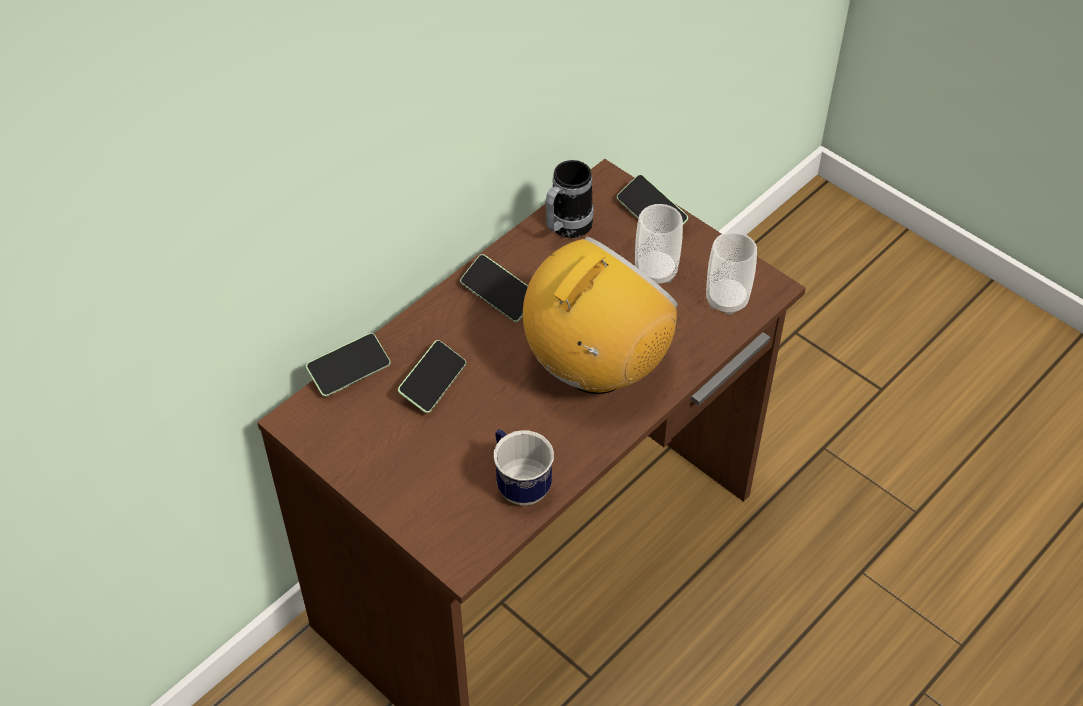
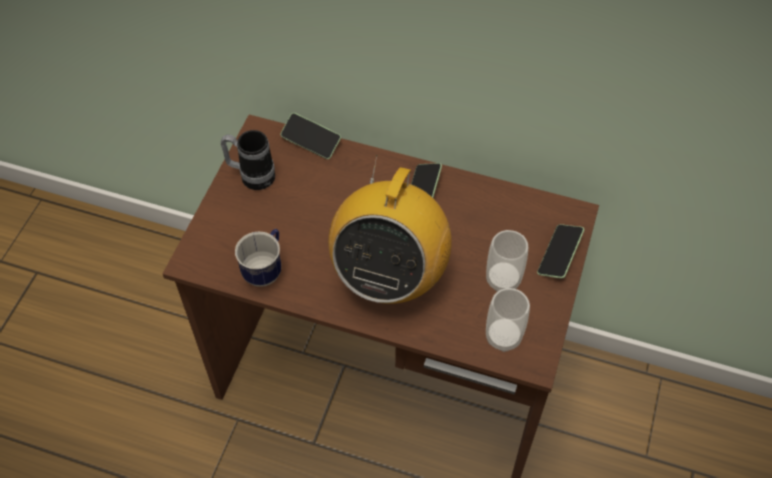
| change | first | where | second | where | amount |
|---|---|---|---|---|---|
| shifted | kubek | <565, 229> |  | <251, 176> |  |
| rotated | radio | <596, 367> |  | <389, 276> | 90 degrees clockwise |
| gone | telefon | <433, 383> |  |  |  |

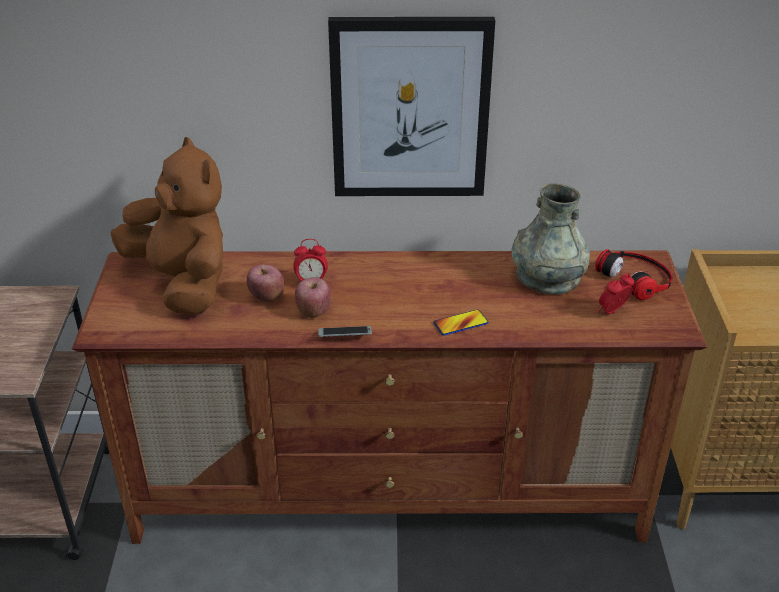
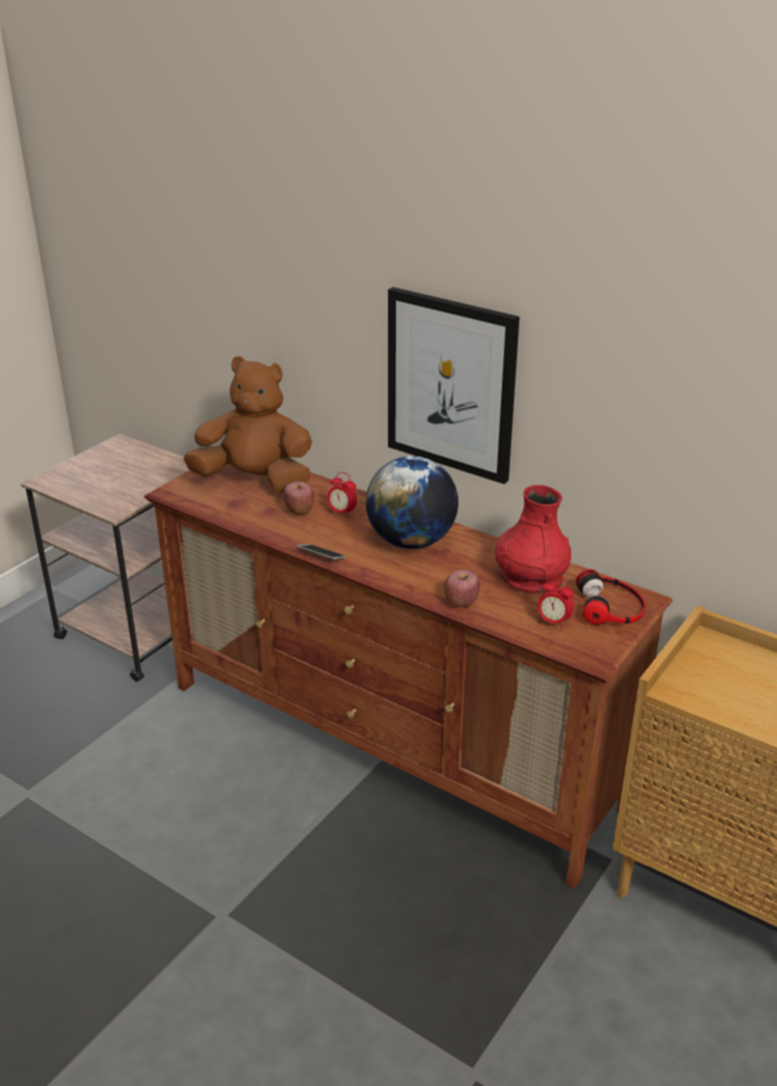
| change | first | where | second | where | amount |
|---|---|---|---|---|---|
| rotated | pluszak (brązowy) | <183, 283> |  | <255, 481> | 75 degrees counterclockwise |
| new |  |  | globus | <411, 541> |  |
| shifted | jabłko | <313, 311> |  | <461, 602> |  |
| repainted | wazon (szary) | <547, 278> | wazon (czerwony) | <531, 577> |  |
| rotated | budzik | <612, 312> |  | <553, 622> | 150 degrees counterclockwise |
| gone | telefon | <460, 323> |  |  |  |

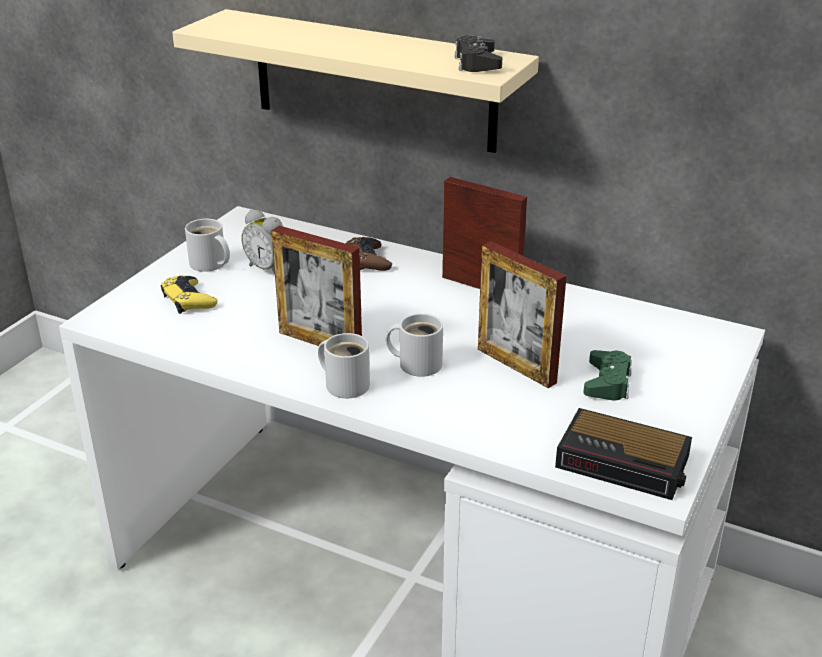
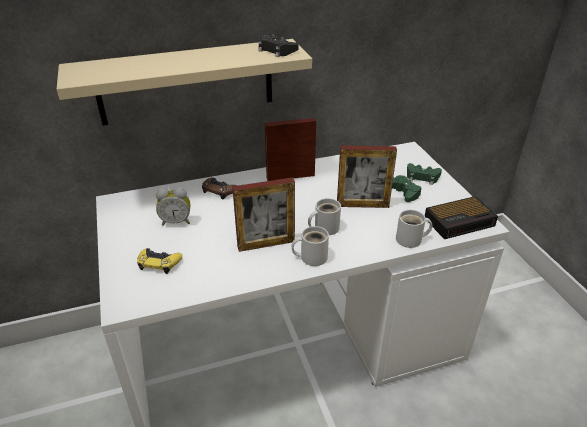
| change | first | where | second | where | amount |
|---|---|---|---|---|---|
| shifted | kubek (biały) | <209, 264> |  | <411, 240> |  |
| new |  |  | pad do gier (zielony) | <422, 177> |  |

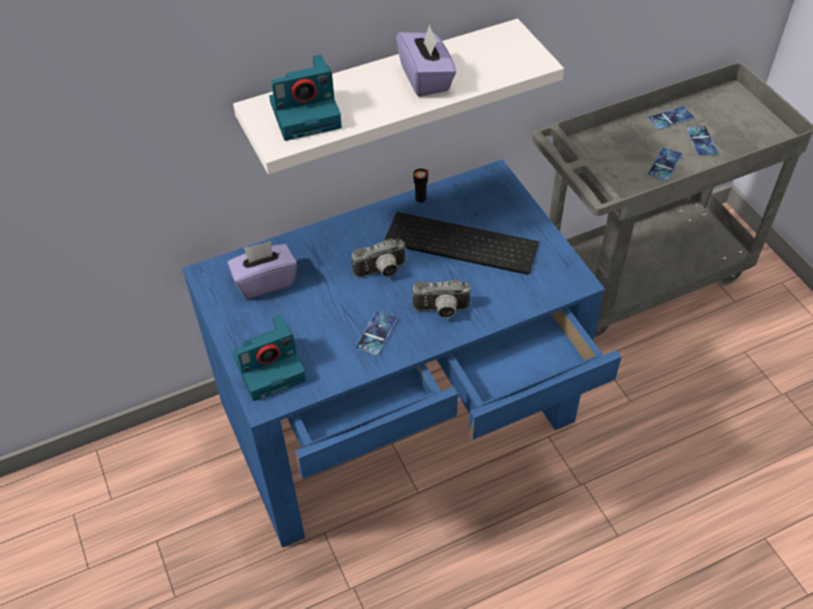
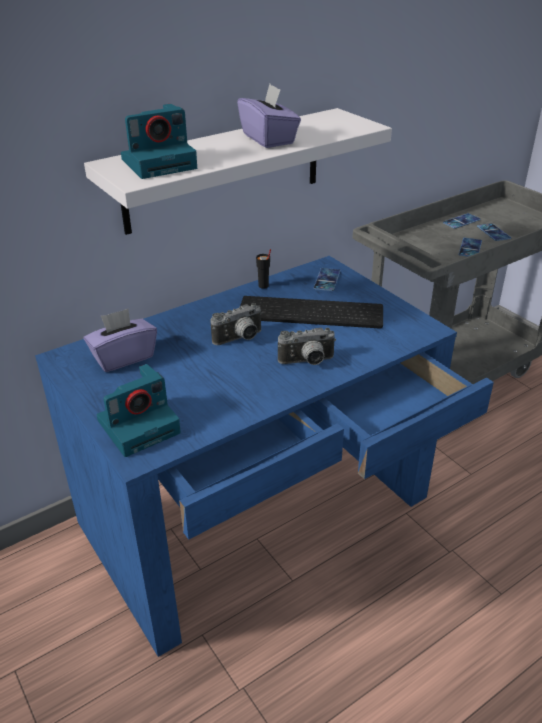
| change | first | where | second | where | amount |
|---|---|---|---|---|---|
| shifted | telefon | <376, 333> |  | <327, 280> |  |

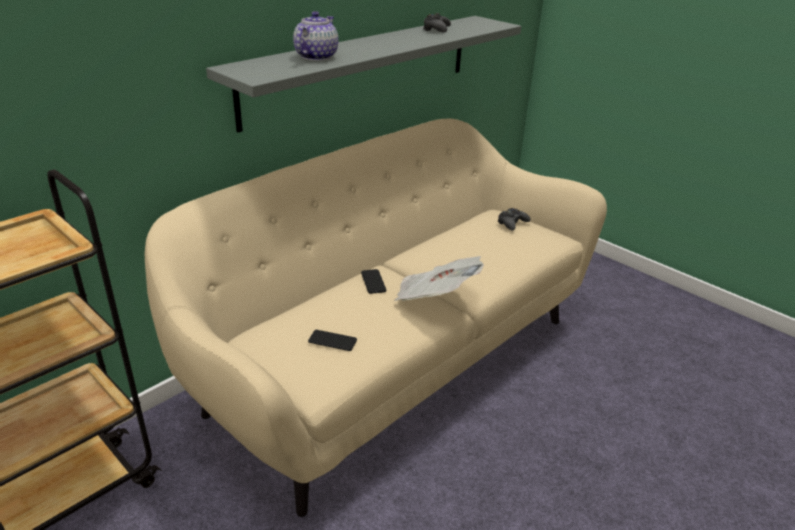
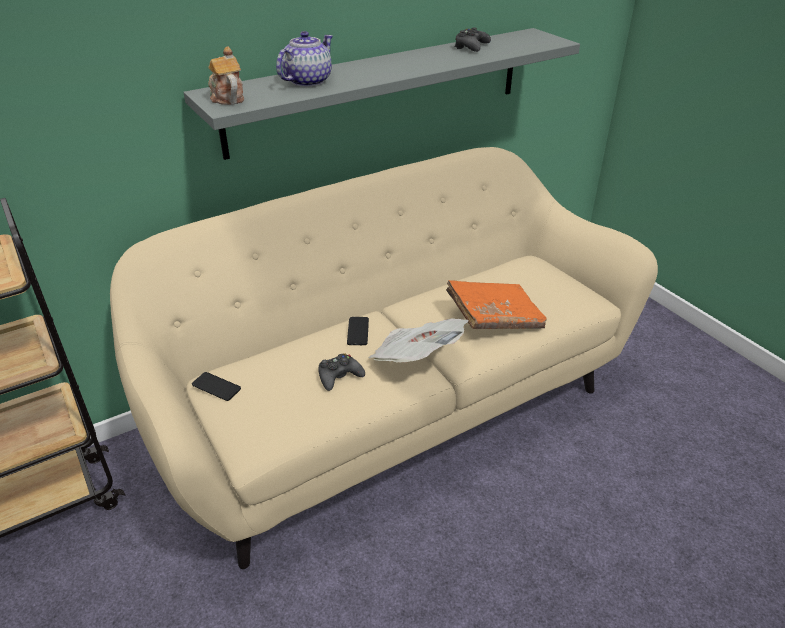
| change | first | where | second | where | amount |
|---|---|---|---|---|---|
| shifted | telefon | <332, 341> |  | <216, 387> |  |
| new |  |  | imbryk | <226, 98> |  |
| shifted | pad do gier (czarny) | <512, 223> |  | <339, 376> |  |
| new |  |  | książka (pomarańczowy) | <494, 318> |  |

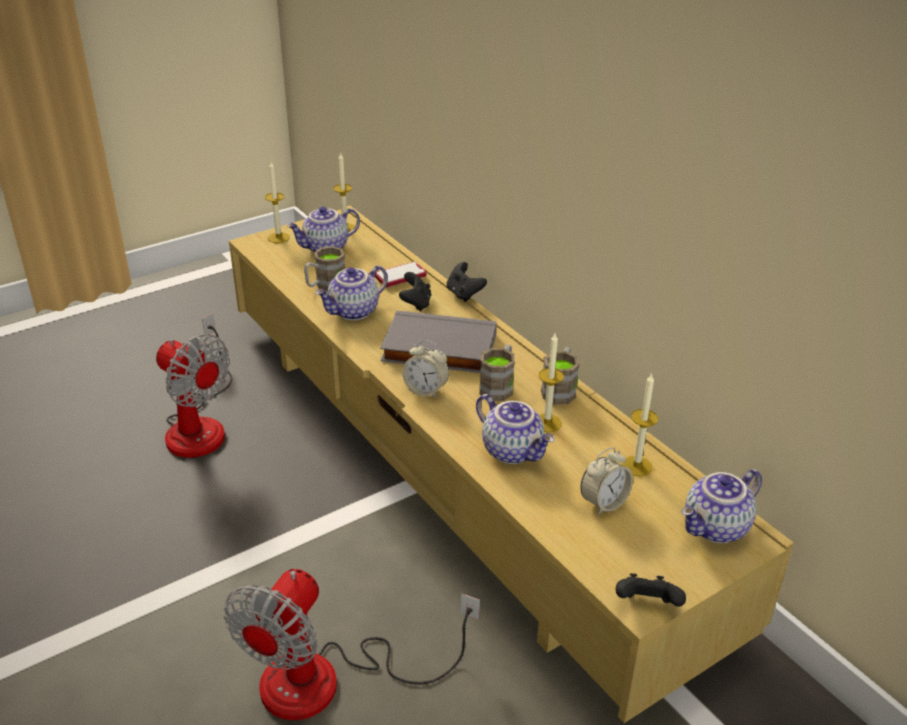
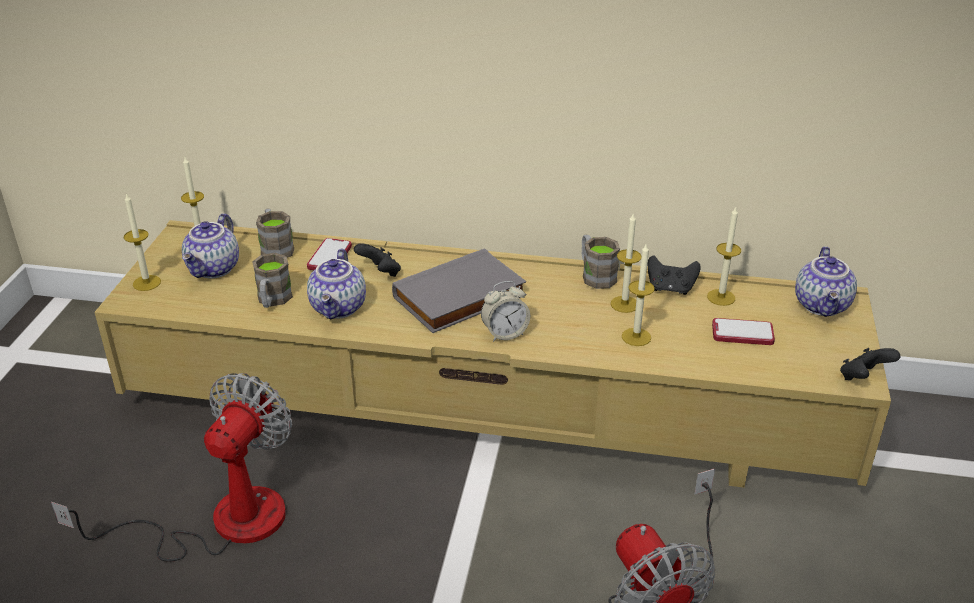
| change | first | where | second | where | amount |
|---|---|---|---|---|---|
| rotated | wentylator | <200, 424> |  | <221, 522> | 60 degrees counterclockwise |
| shifted | kubek (brązowy) | <499, 386> |  | <276, 248> |  |
| swapped | imbryk | <513, 450> | świeca | <636, 337> |  |
| shifted | pad do gier (czarny) | <464, 294> |  | <670, 288> |  |
| swapped | budzik | <604, 502> | telefon | <742, 333> |  |

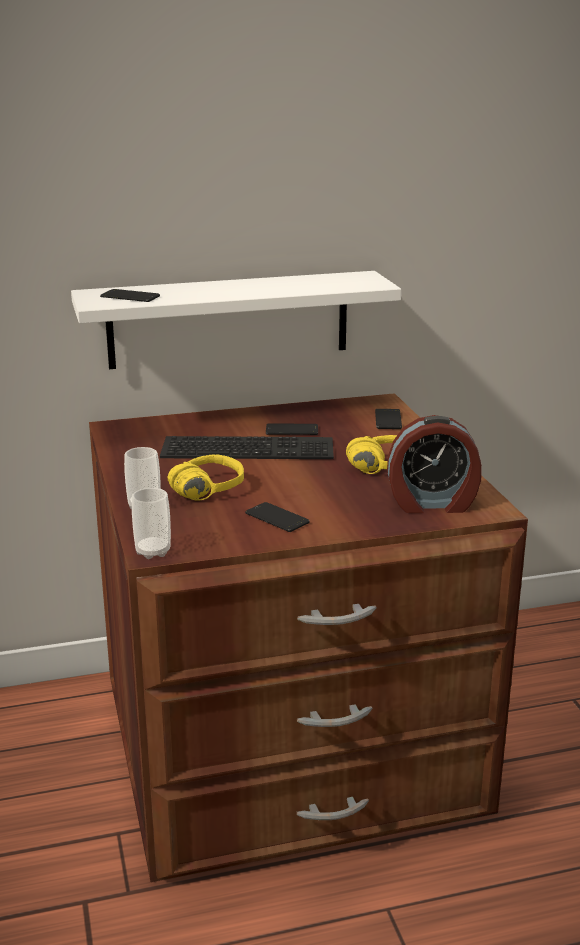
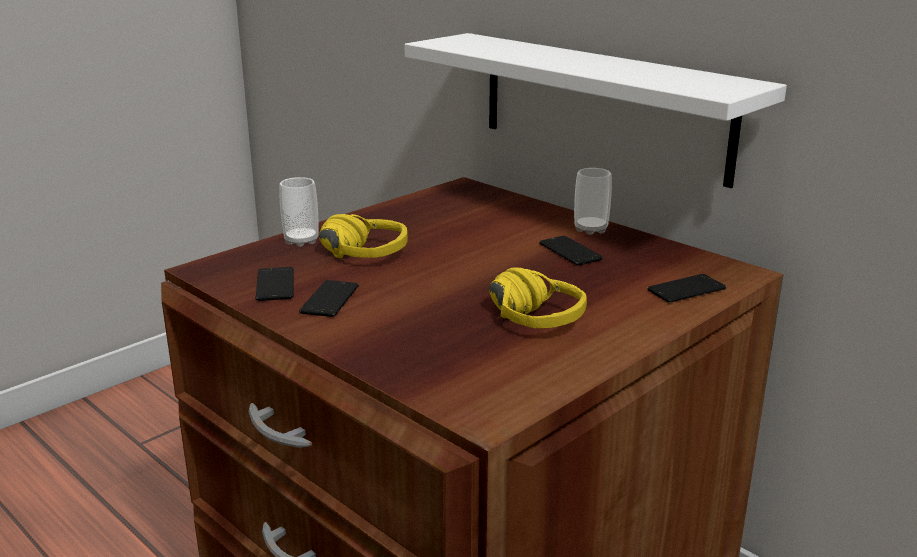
| change | first | where | second | where | amount |
|---|---|---|---|---|---|
| shifted | telefon | <130, 296> |  | <275, 285> |  |
| shifted | filiżanka | <153, 551> |  | <590, 229> |  |
| gone | klawiatura | <249, 447> |  |  |  |
| gone | budzik | <432, 504> |  |  |  |

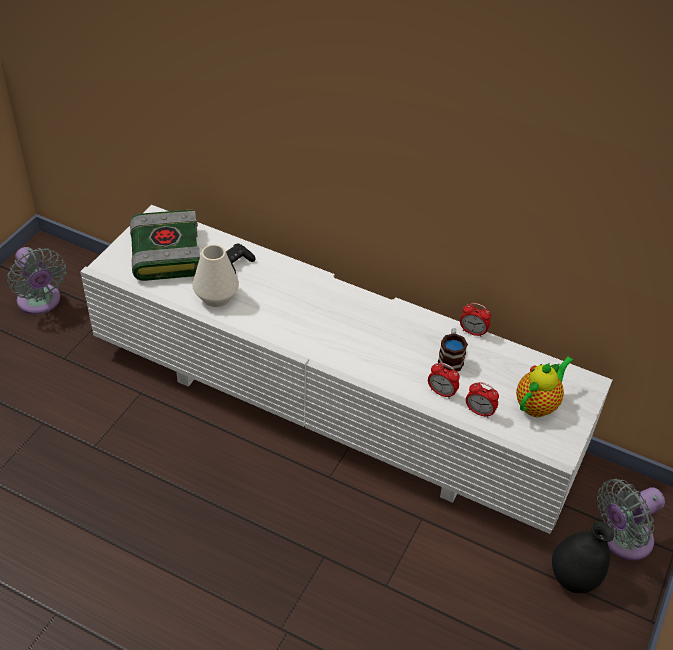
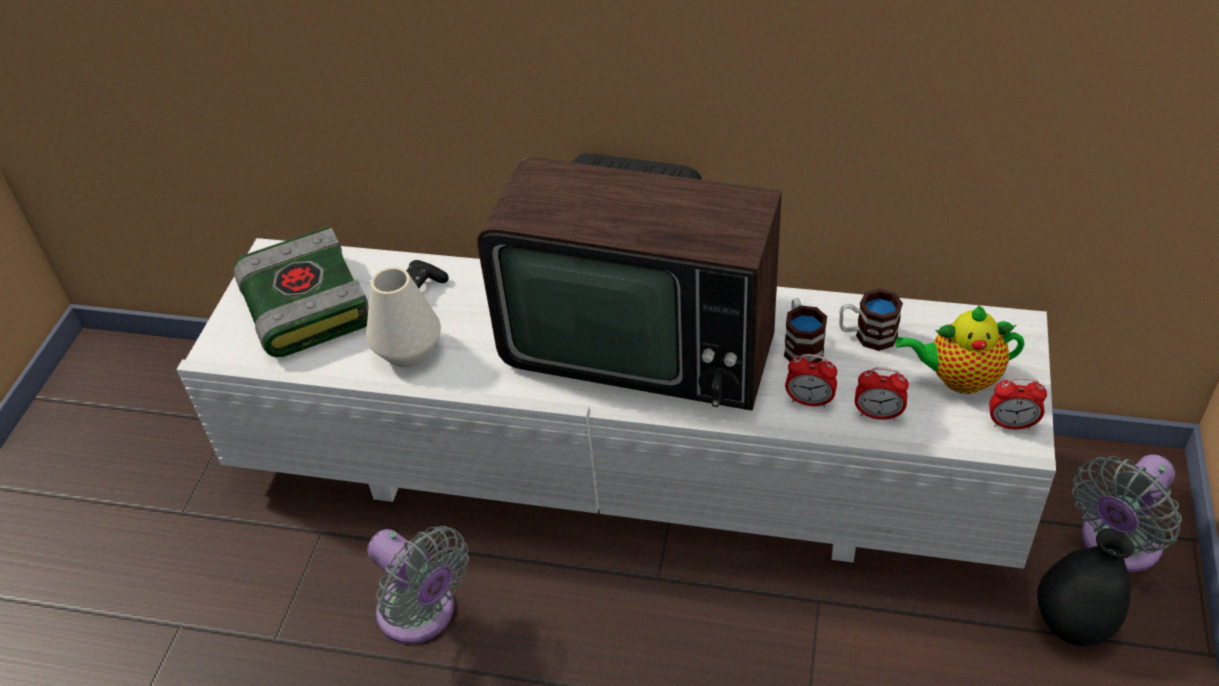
| change | first | where | second | where | amount |
|---|---|---|---|---|---|
| shifted | wentylator (szary) | <40, 302> |  | <422, 615> |  |
| new |  |  | telewizor | <639, 336> |  |
| new |  |  | kubek | <867, 335> |  |
| rotated | imbryk | <538, 404> |  | <958, 378> | 120 degrees counterclockwise |
| shifted | budzik | <473, 332> |  | <1011, 424> |  |

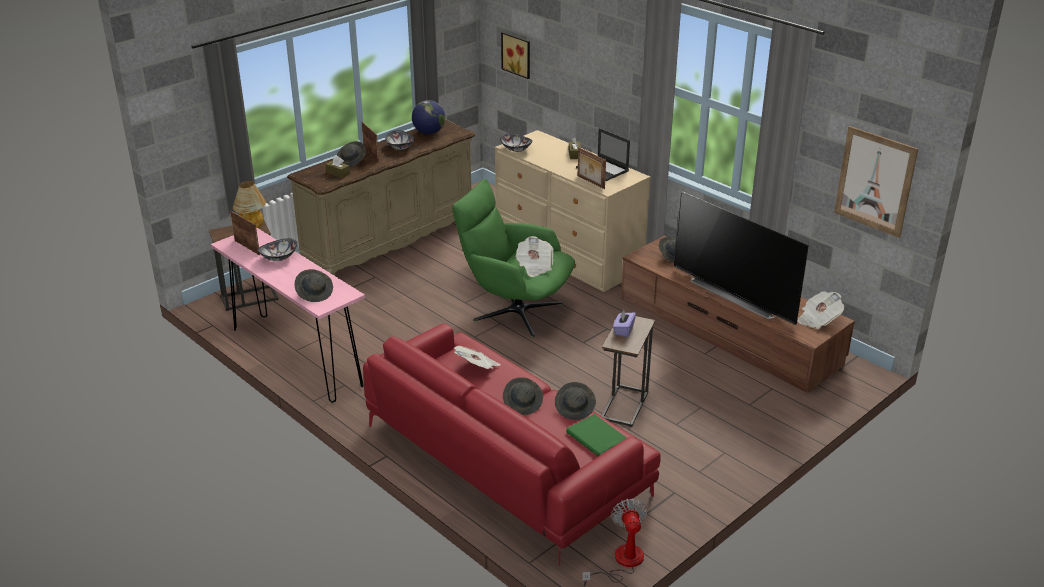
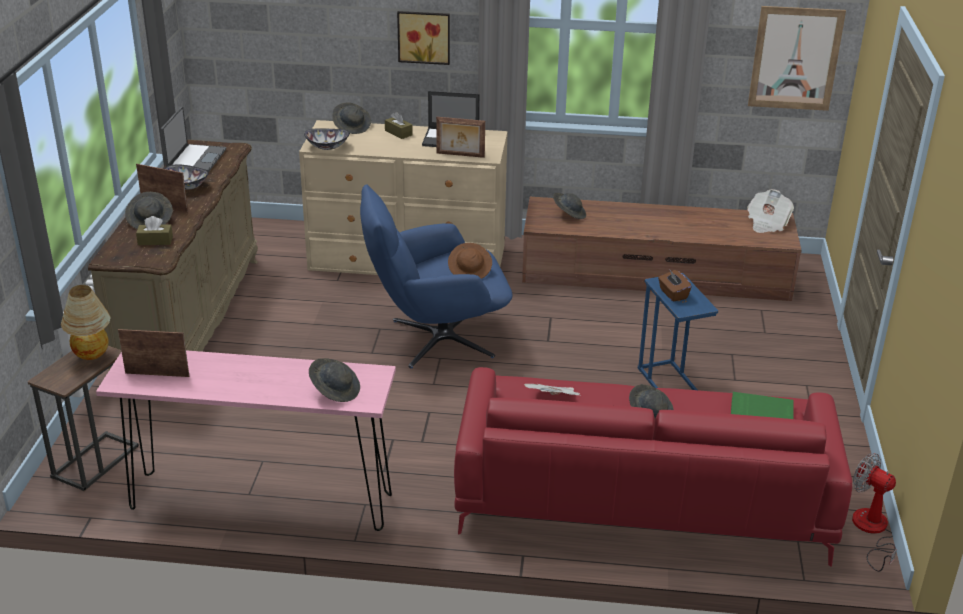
| change | first | where | second | where | amount |
|---|---|---|---|---|---|
| swapped | globus | <429, 133> | laptop | <195, 160> |  |
| shifted | kapelusz (szary) | <575, 409> |  | <352, 127> |  |
| repainted | fotel (zielony) | <515, 311> | fotel (niebieski) | <438, 339> |  |
| shifted | obraz | <517, 54> |  | <424, 36> |  |
| swapped | gazeta | <534, 266> | kapelusz (brązowy) | <470, 271> |  |
| repainted | stolik (brązowy) | <624, 405> | stolik (niebieski) | <669, 384> |  |
| repainted | pudełko chusteczek (fioletowy) | <623, 330> | pudełko chusteczek (brązowy) | <673, 294> |  |
| gone | miska | <279, 258> |  |  |  |
| gone | telewizor | <736, 295> |  |  |  |

